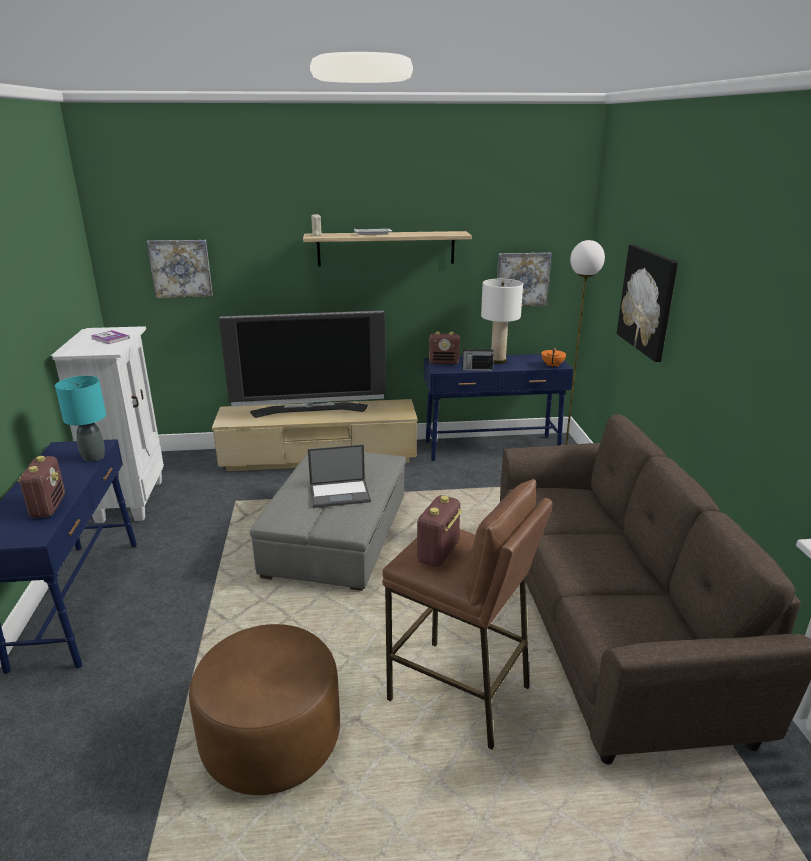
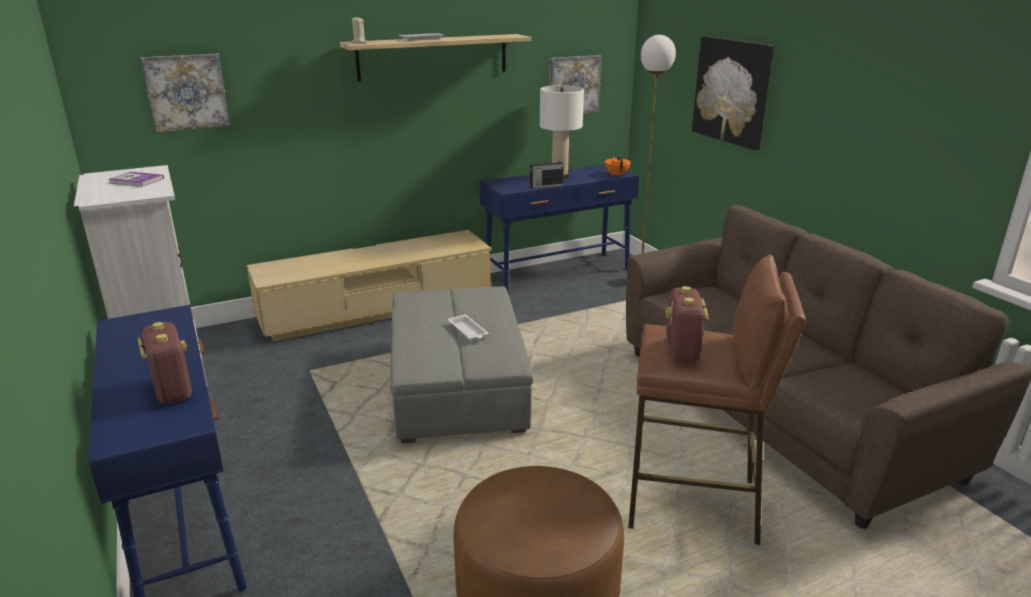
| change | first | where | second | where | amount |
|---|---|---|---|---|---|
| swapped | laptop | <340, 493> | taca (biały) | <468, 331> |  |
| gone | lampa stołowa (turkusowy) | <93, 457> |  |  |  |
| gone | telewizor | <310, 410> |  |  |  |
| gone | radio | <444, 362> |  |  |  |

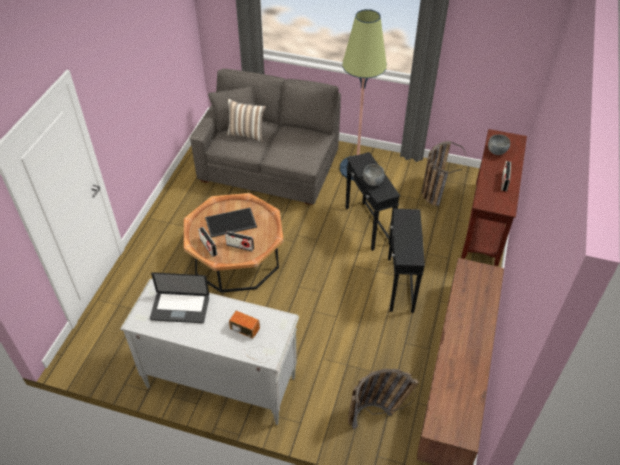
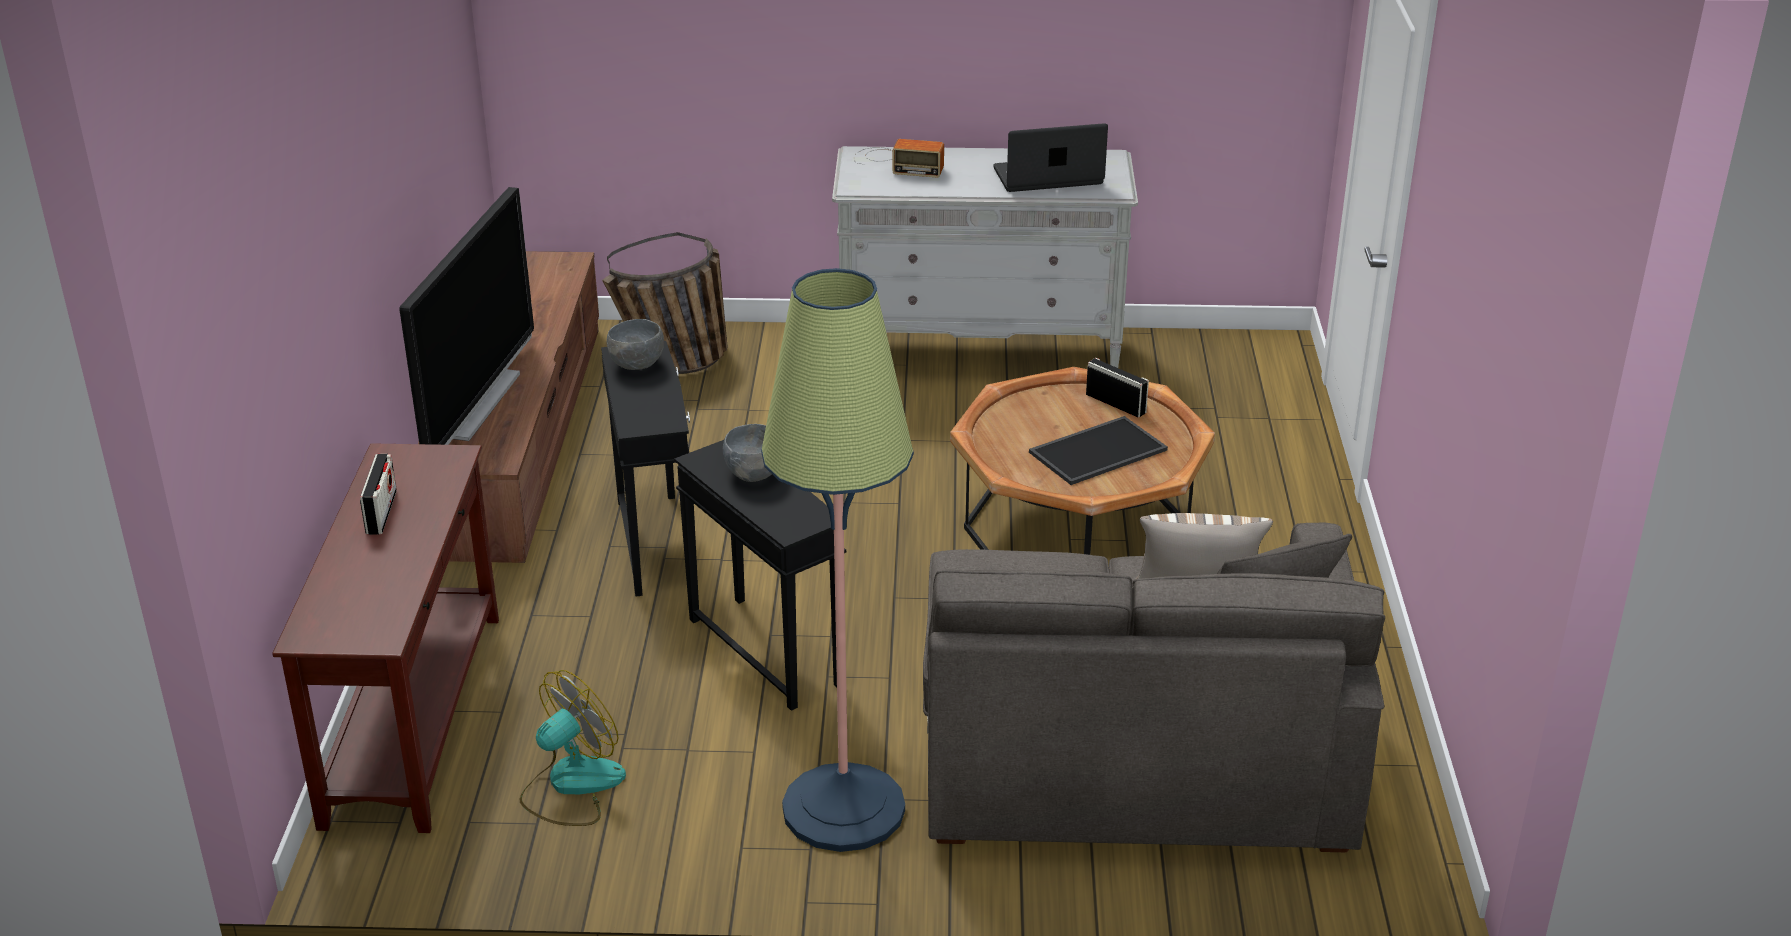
| change | first | where | second | where | amount |
|---|---|---|---|---|---|
| new |  |  | telewizor | <475, 404> |  |
| swapped | koszyk | <435, 190> | wentylator | <571, 786> |  |
| shifted | miska (szary) | <496, 152> |  | <638, 365> |  |
| gone | radio | <240, 246> |  |  |  |

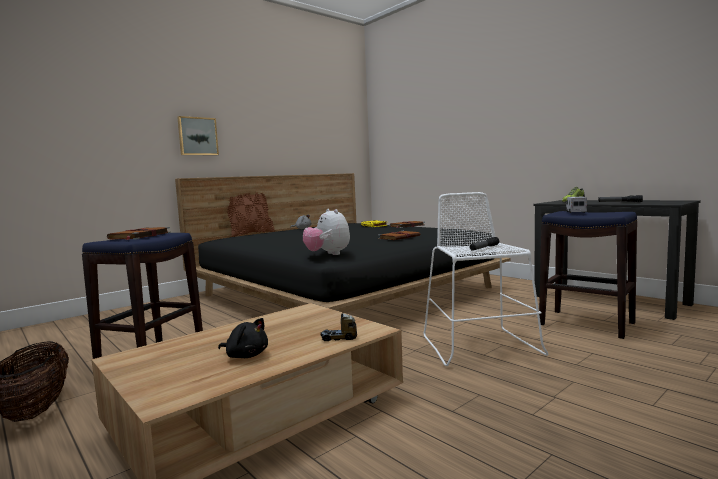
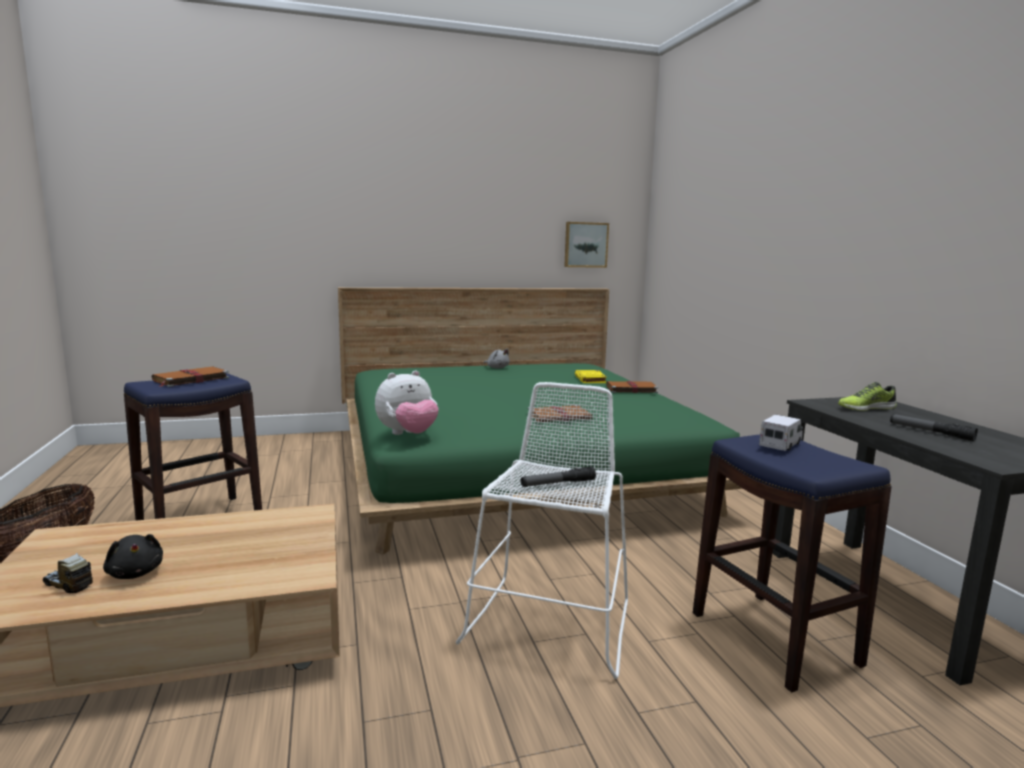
| change | first | where | second | where | amount |
|---|---|---|---|---|---|
| shifted | ciężarówka zabawkowa | <339, 338> |  | <68, 585> |  |
| repainted | łóżko (czarny) | <344, 291> | łóżko (zielony) | <515, 470> |  |
| rotated | pluszak | <328, 254> |  | <408, 434> | 120 degrees counterclockwise |
| shifted | obraz | <197, 136> |  | <585, 245> |  |
| gone | poduszka (brązowy) | <251, 234> |  |  |  |

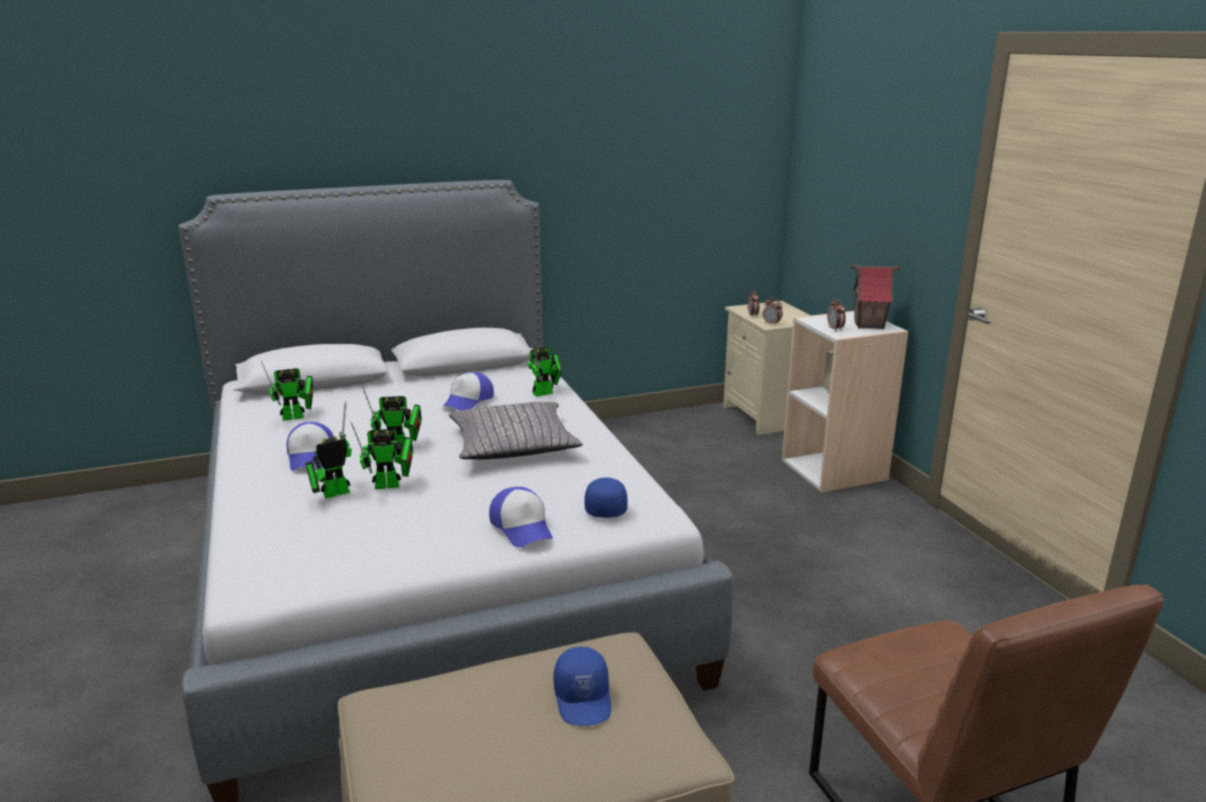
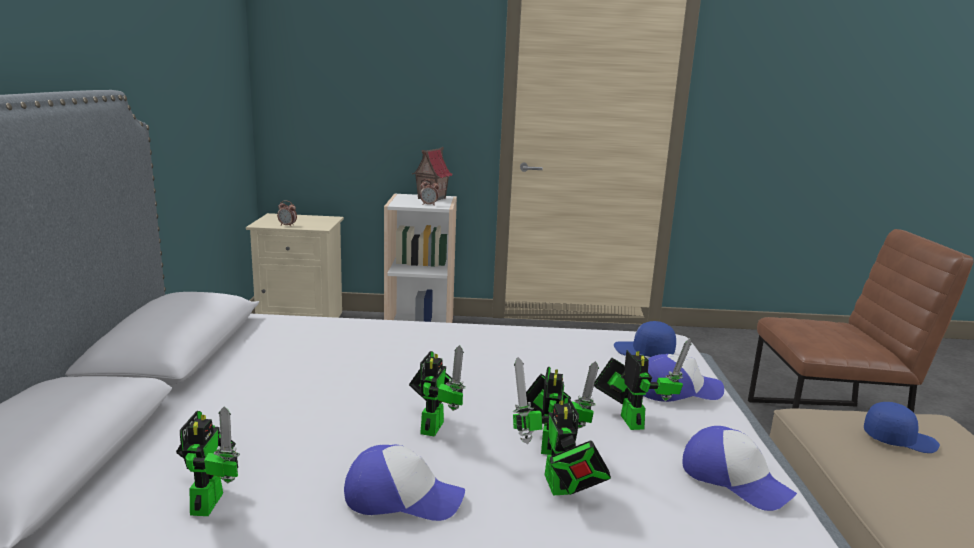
| change | first | where | second | where | amount |
|---|---|---|---|---|---|
| shifted | robot zabawkowy | <545, 392> |  | <630, 419> |  |
| shifted | czapka z daszkiem | <468, 401> |  | <734, 480> |  |
| gone | poduszka (szary) | <513, 444> |  |  |  |
| gone | budzik | <772, 324> |  |  |  |

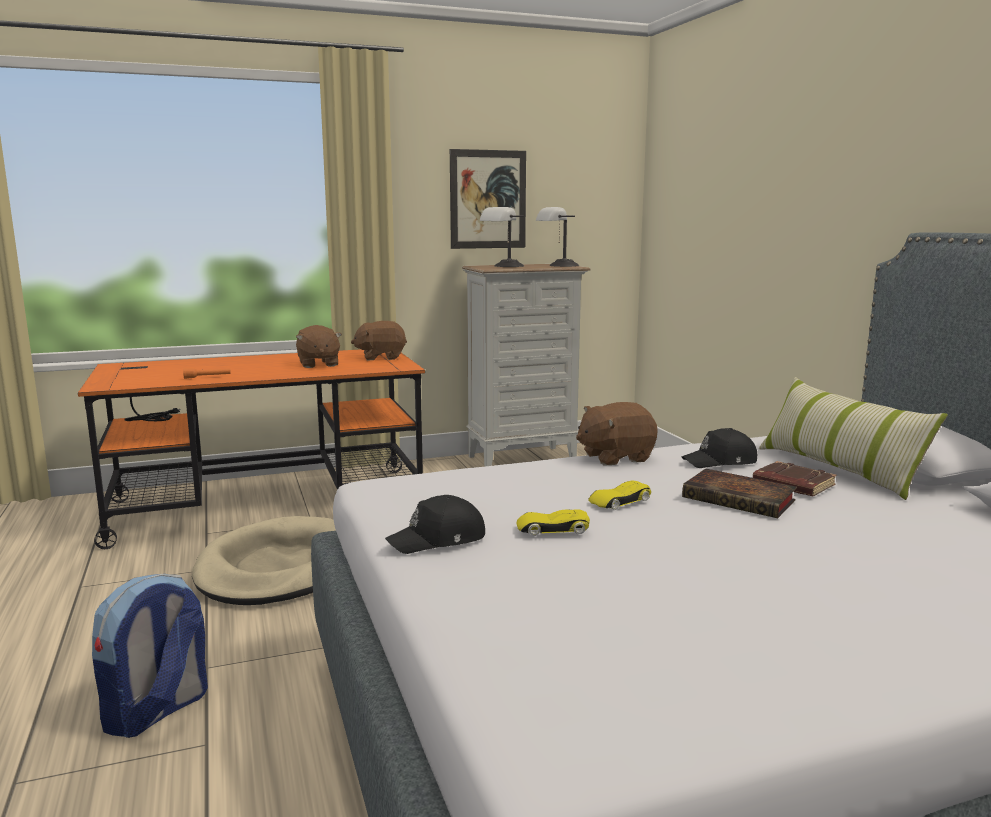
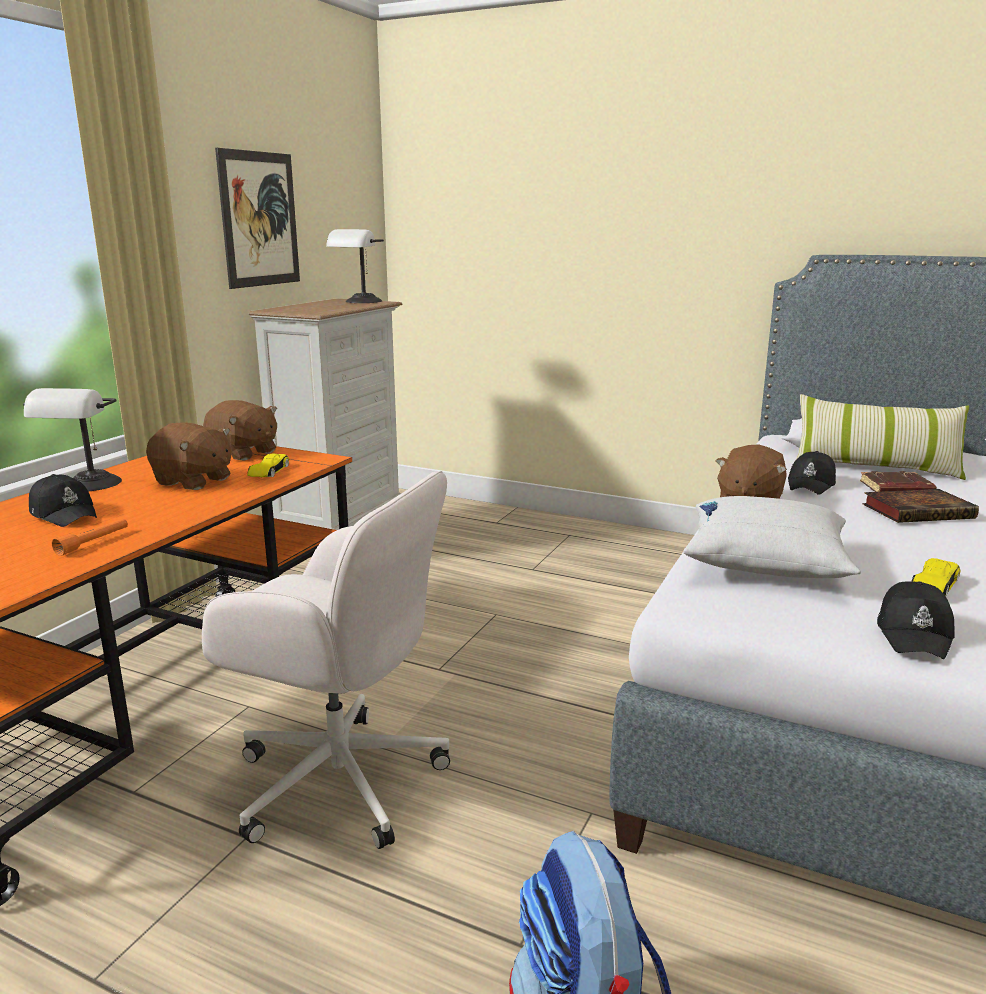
| change | first | where | second | where | amount |
|---|---|---|---|---|---|
| shifted | lampa stołowa | <504, 266> |  | <88, 487> |  |
| new |  |  | czapka z daszkiem (czarny) | <64, 513> |  |
| swapped | legowisko (beżowy) | <278, 568> | krzesło biurowe (biały) | <339, 782> |  |
| rotated | pluszak (brązowy) | <381, 357> |  | <243, 453> | 90 degrees counterclockwise |
| shifted | samochodzik (żółty) | <619, 501> |  | <268, 471> |  |
| new |  |  | poduszka (szary) | <765, 564> |  |

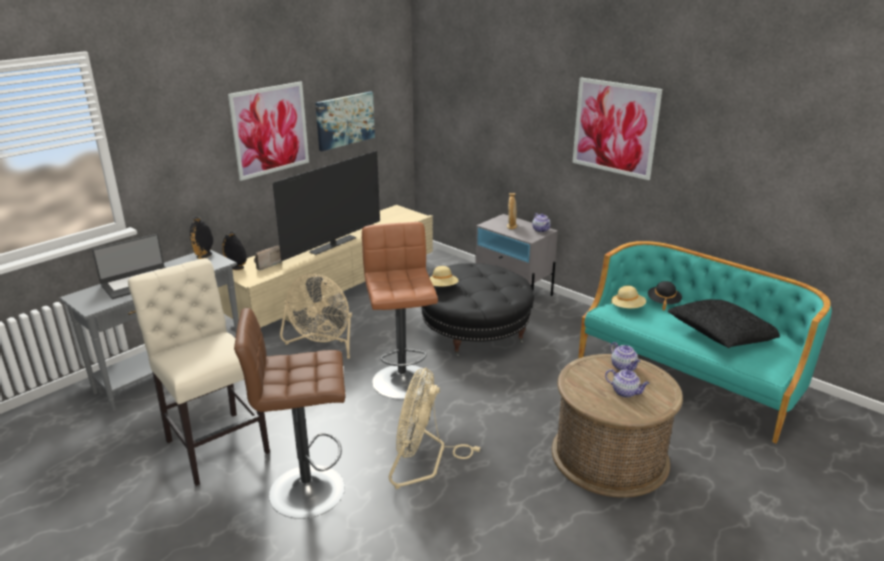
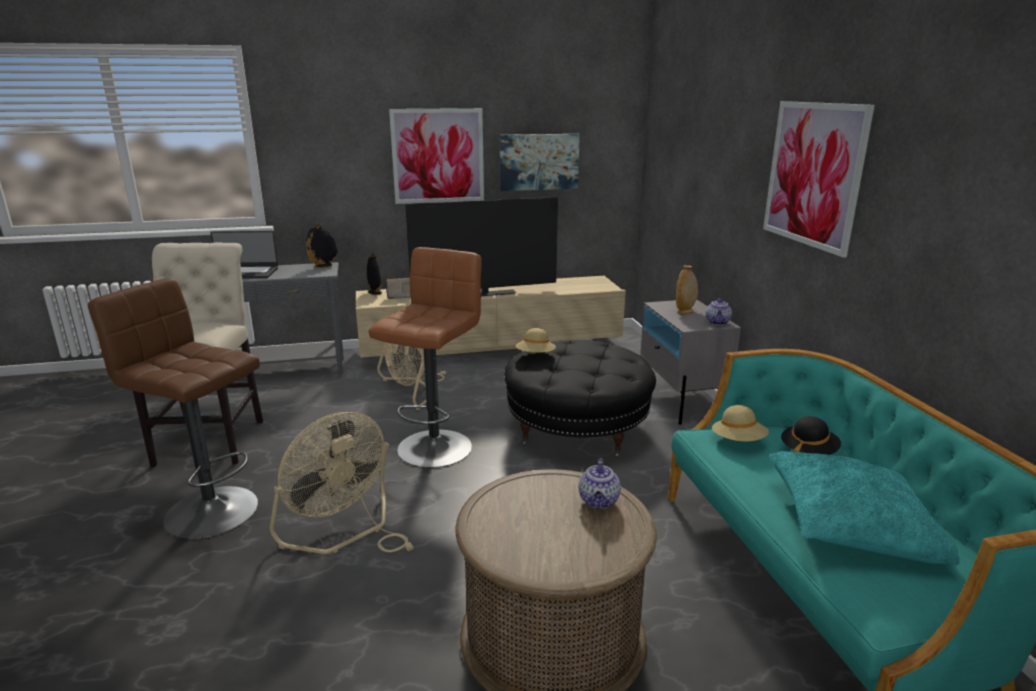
| change | first | where | second | where | amount |
|---|---|---|---|---|---|
| repainted | poduszka (czarny) | <721, 335> | poduszka (turkusowy) | <851, 525> |  |
| gone | imbryk | <625, 392> |  |  |  |

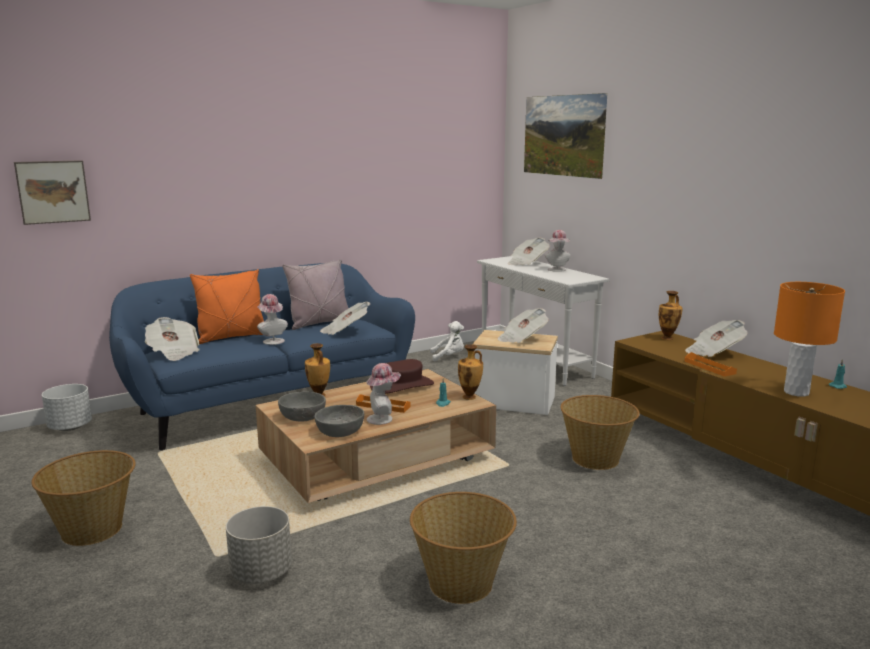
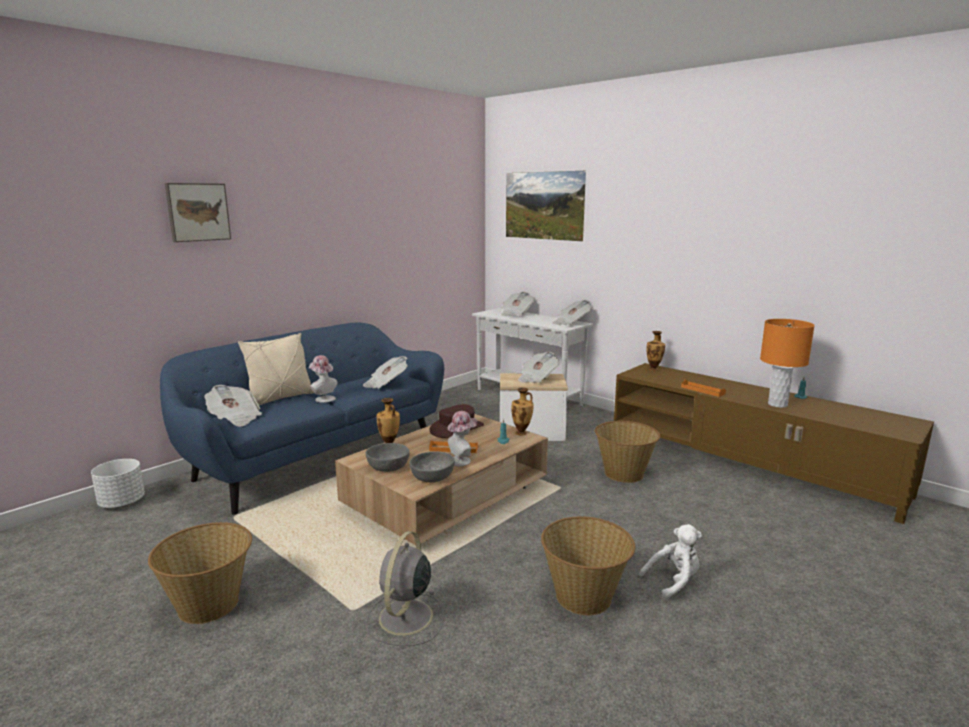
| change | first | where | second | where | amount |
|---|---|---|---|---|---|
| shifted | obraz | <53, 191> |  | <197, 212> |  |
| repainted | poduszka (pomarańczowy) | <231, 337> | poduszka (beżowy) | <281, 398> |  |
| swapped | donica (szary) | <261, 573> | wentylator (szary) | <404, 618> |  |
| shifted | gazeta | <713, 352> |  | <571, 323> |  |
| shifted | pluszak (biały) | <449, 357> |  | <673, 581> |  |
| gone | poduszka (fioletowy) | <319, 323> |  |  |  |
| gone | kapelusz | <557, 270> |  |  |  |

